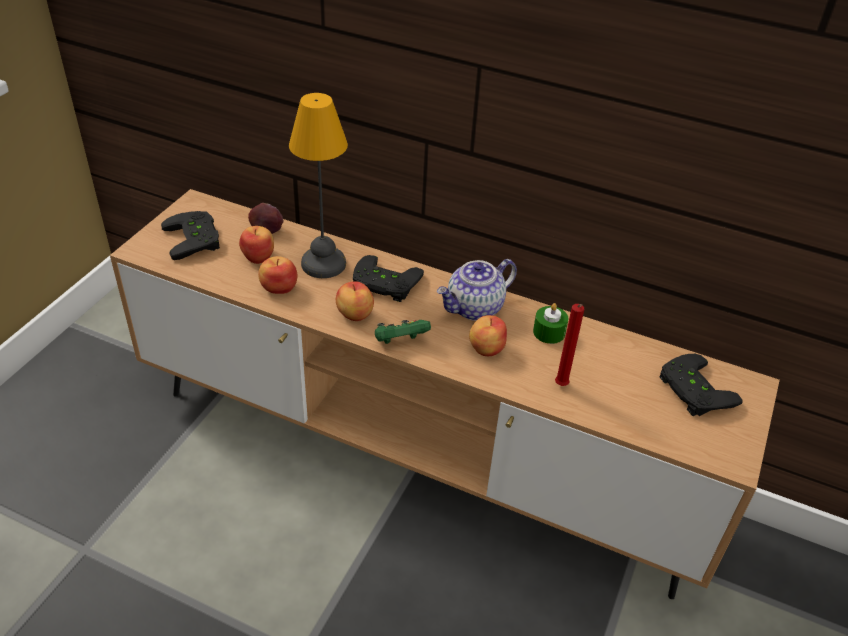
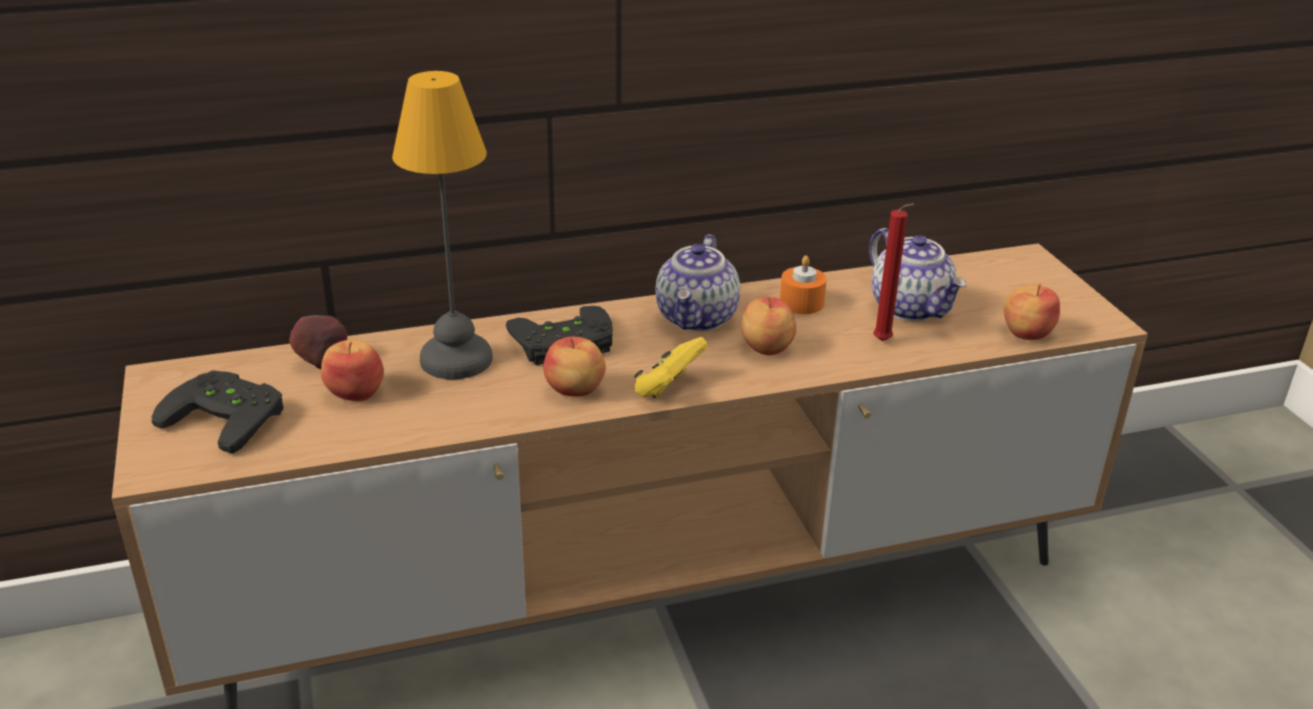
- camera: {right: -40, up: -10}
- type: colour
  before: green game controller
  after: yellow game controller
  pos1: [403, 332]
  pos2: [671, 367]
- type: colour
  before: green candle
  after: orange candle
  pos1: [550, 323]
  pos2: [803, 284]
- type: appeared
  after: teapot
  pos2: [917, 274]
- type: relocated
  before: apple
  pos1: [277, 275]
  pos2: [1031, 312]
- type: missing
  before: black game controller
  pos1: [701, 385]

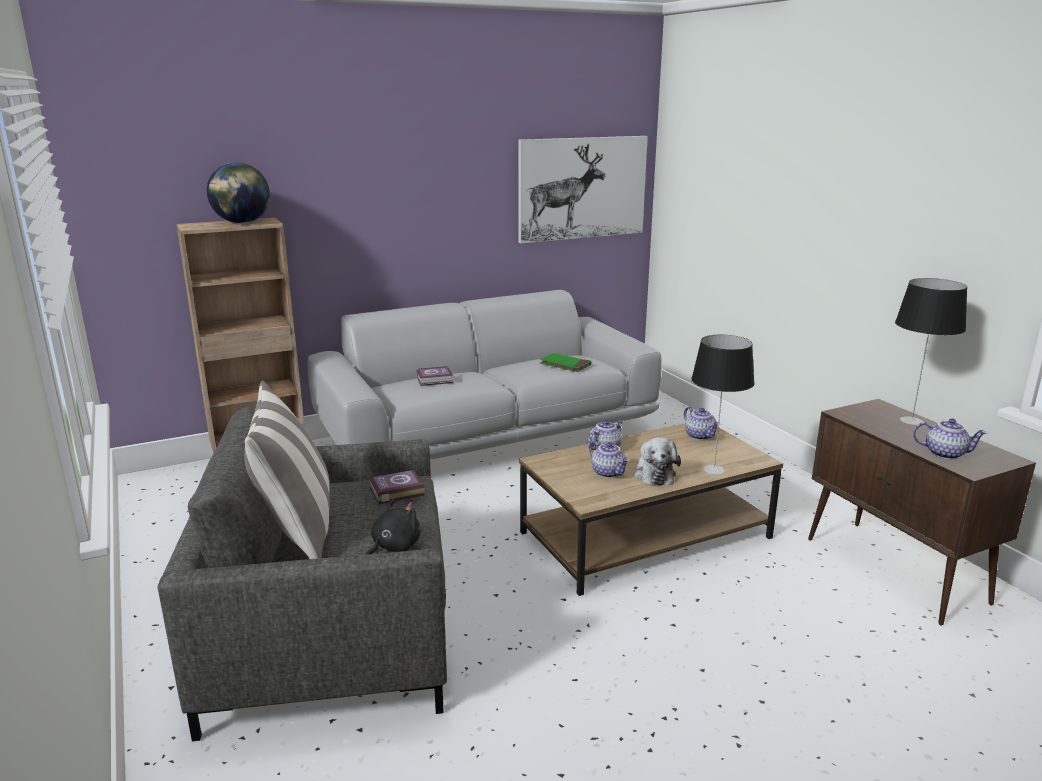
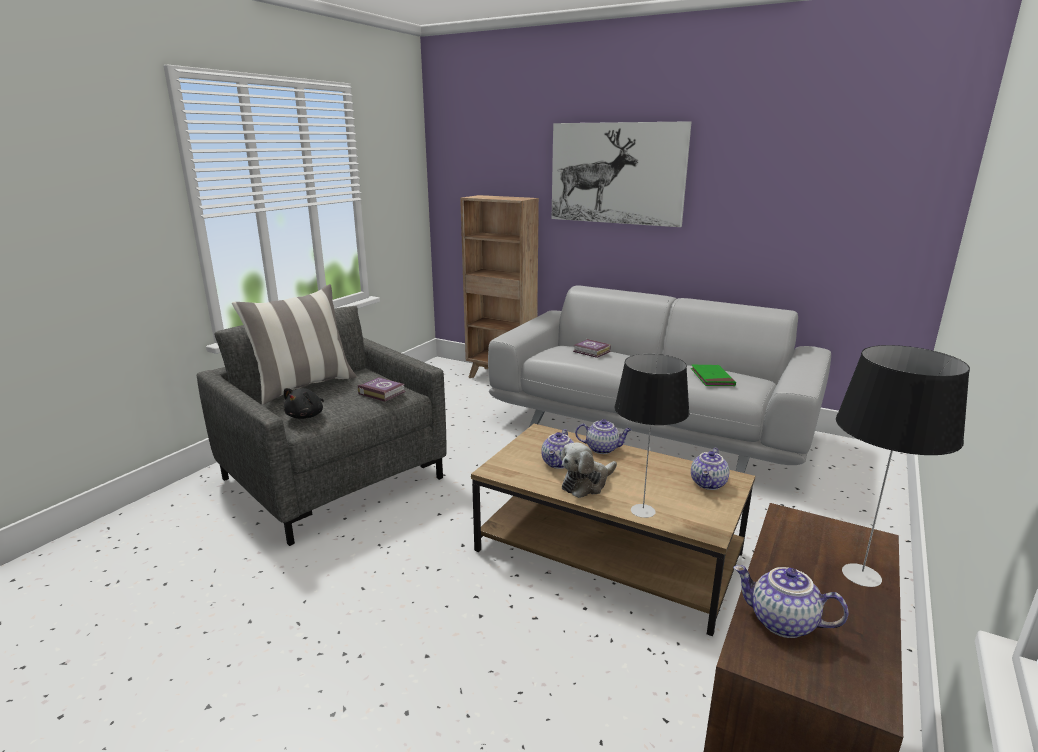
- camera: {right: 55, up: 0}
- type: spun
  before: black plush toy
  pos1: [392, 527]
  pos2: [304, 403]
  turn: 105
- type: relocated
  before: picture
  pos1: [583, 189]
  pos2: [621, 174]
- type: spun
  before: teapot
  pos1: [950, 438]
  pos2: [790, 601]
  turn: 135
- type: missing
  before: globe
  pos1: [238, 192]

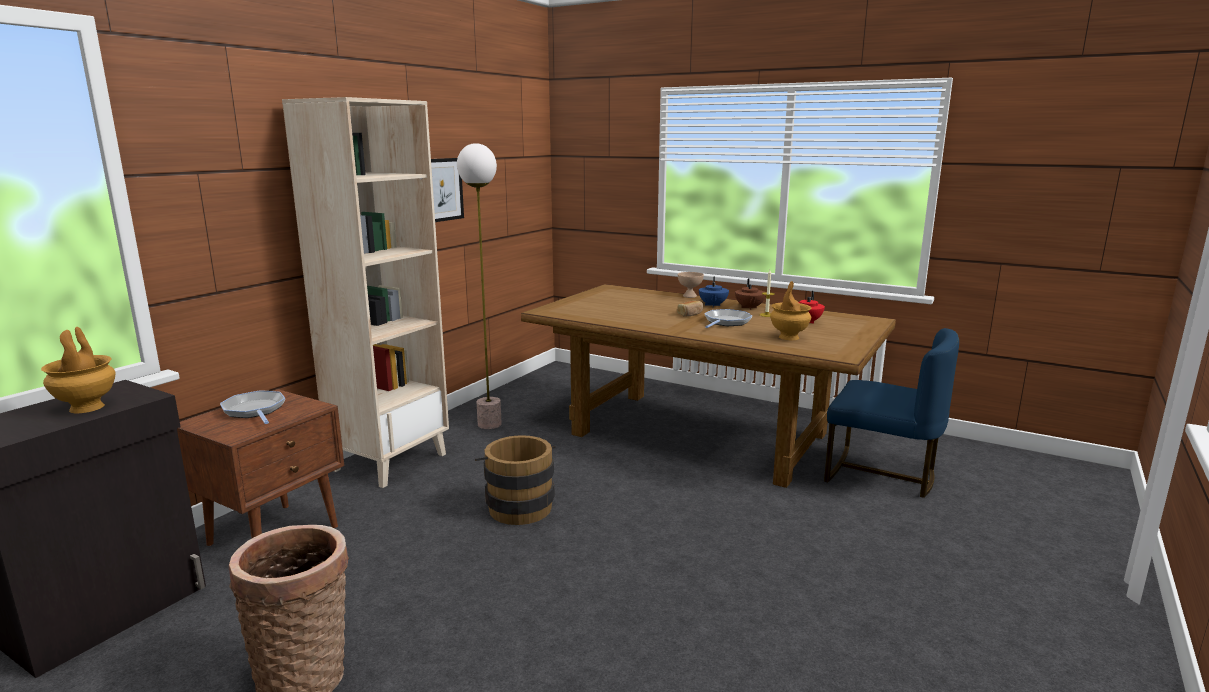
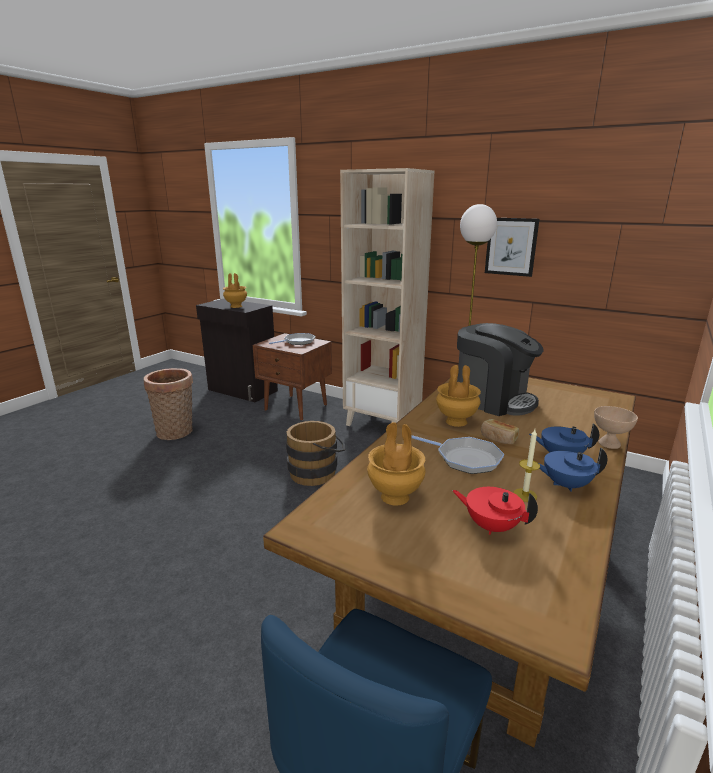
- camera: {right: 90, up: 5}
- type: appeared
  after: brown vase
  pos2: [458, 396]
- type: appeared
  after: coffee machine
  pos2: [500, 369]
- type: colour
  before: brown teapot
  after: blue teapot
  pos1: [750, 294]
  pos2: [573, 469]

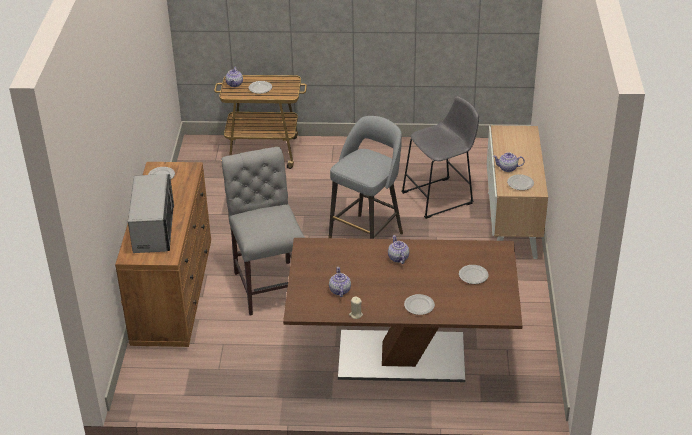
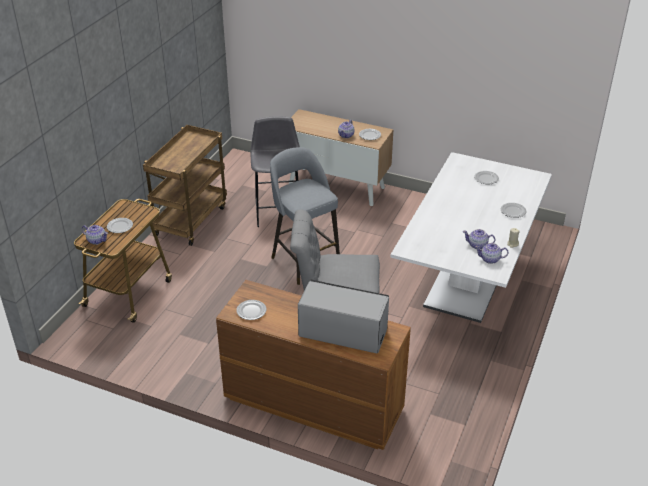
- camera: {right: -70, up: 0}
- type: appeared
  after: brown cart
  pos2: [185, 185]
- type: colour
  before: brown dining table
  after: white dining table
  pos1: [403, 310]
  pos2: [471, 237]
- type: relocated
  before: teapot
  pos1: [398, 249]
  pos2: [492, 253]

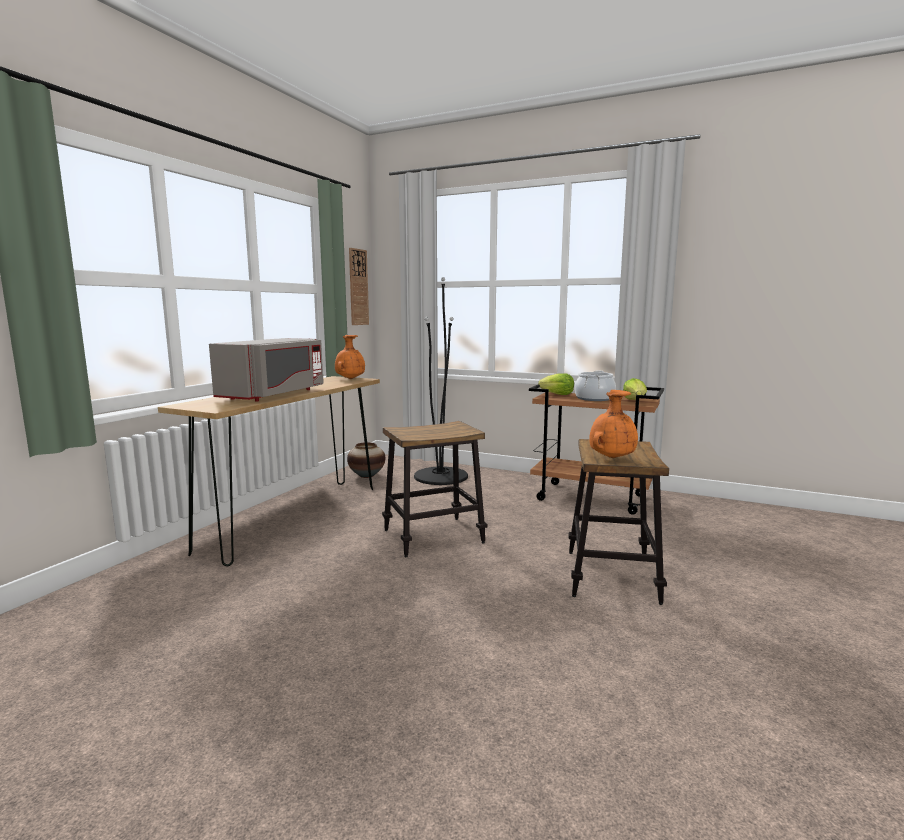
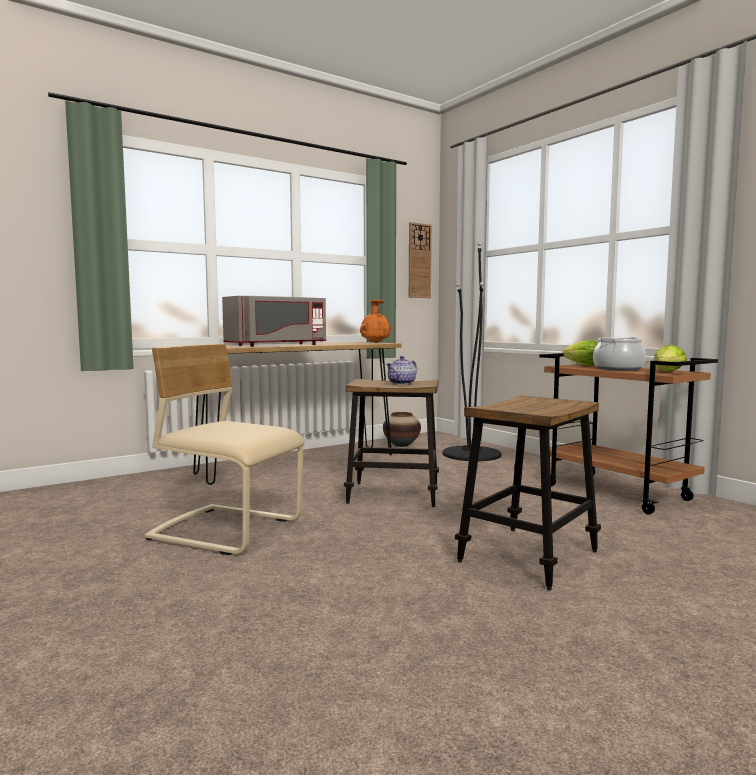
- camera: {right: 30, up: -5}
- type: appeared
  after: beige chair
  pos2: [225, 449]
- type: appeared
  after: teapot
  pos2: [401, 370]
- type: missing
  before: orange vase
  pos1: [613, 424]

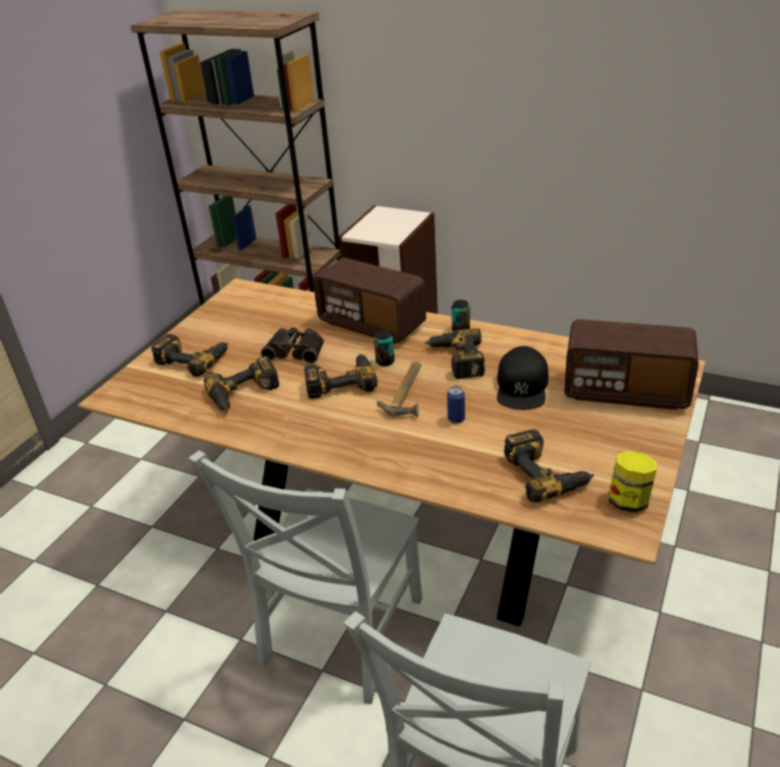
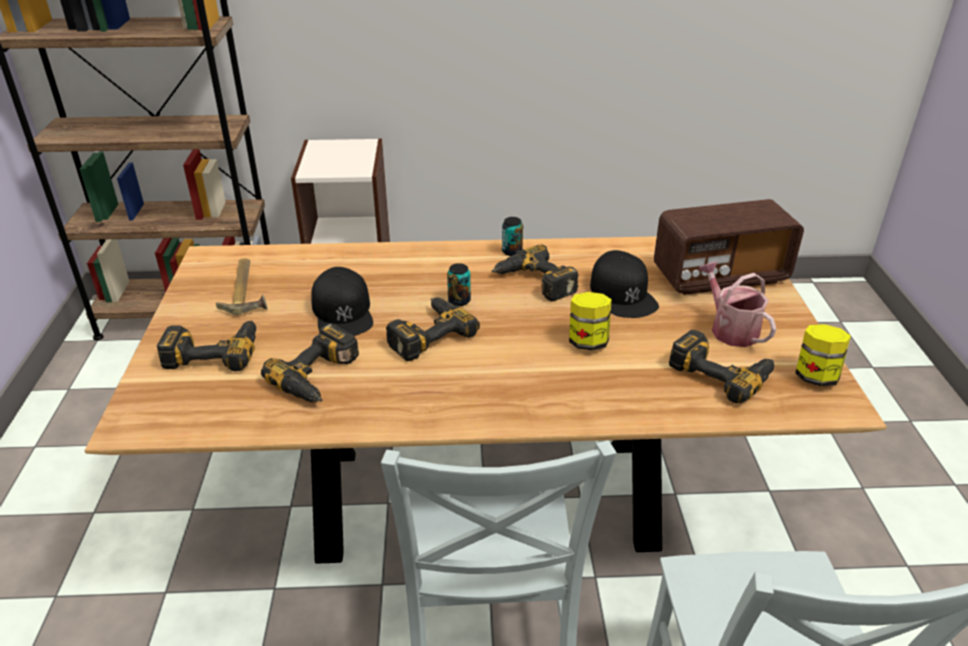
- camera: {right: -30, up: 0}
- type: relocated
  before: hammer
  pos1: [399, 389]
  pos2: [241, 287]
- type: exchanged
  before: binoculars
  after: black cap
  pos1: [292, 346]
  pos2: [342, 301]
- type: exchanged
  before: can
  after: jar
  pos1: [456, 404]
  pos2: [590, 321]
- type: appeared
  after: watering can
  pos2: [737, 304]
- type: missing
  before: radio
  pos1: [369, 301]

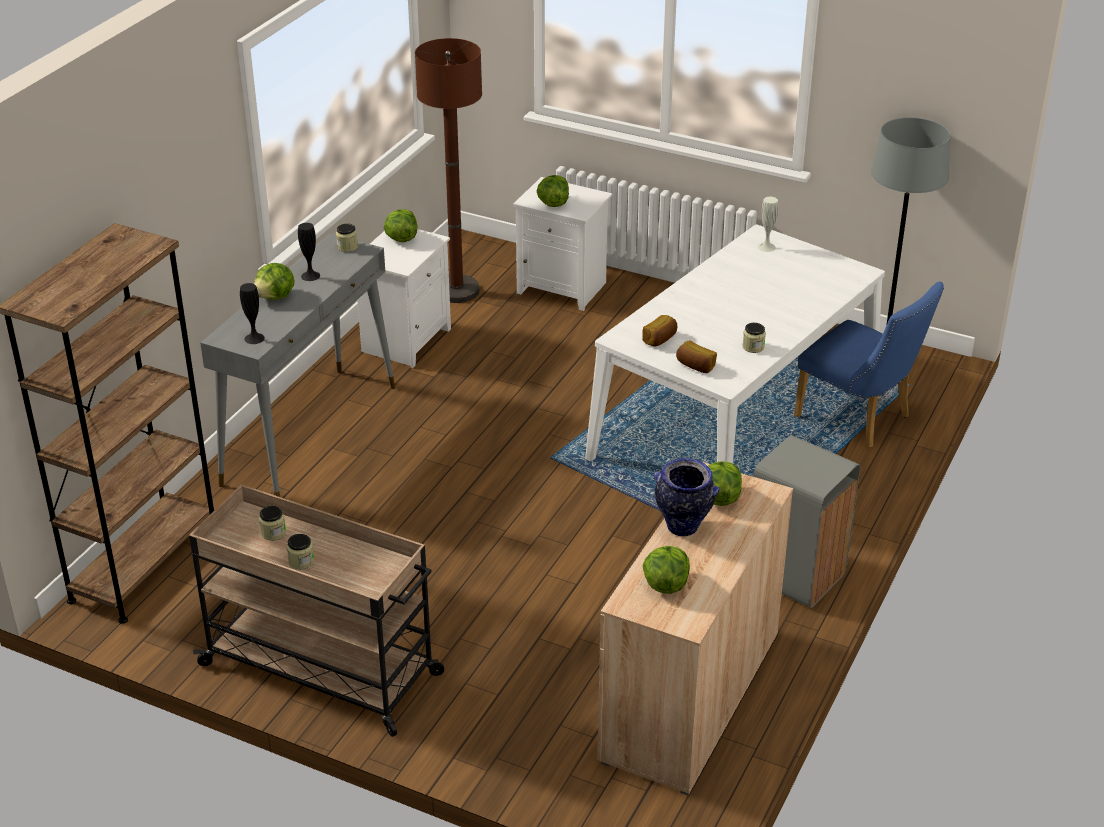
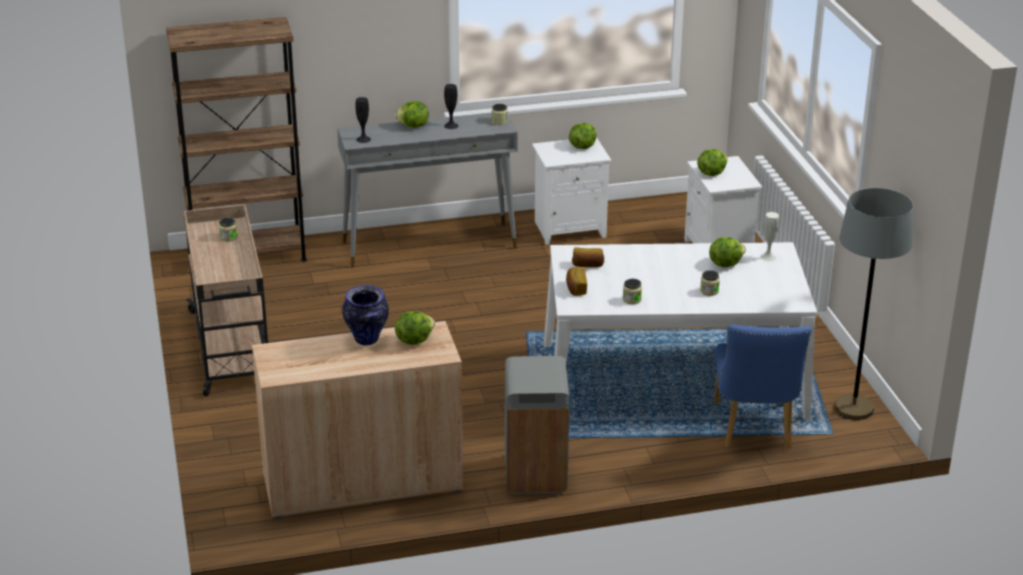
- camera: {right: 50, up: -5}
- type: relocated
  before: jar
  pos1: [300, 552]
  pos2: [710, 283]
- type: relocated
  before: lettuce
  pos1: [666, 570]
  pos2: [727, 252]
- type: missing
  before: brown floor lamp
  pos1: [448, 170]

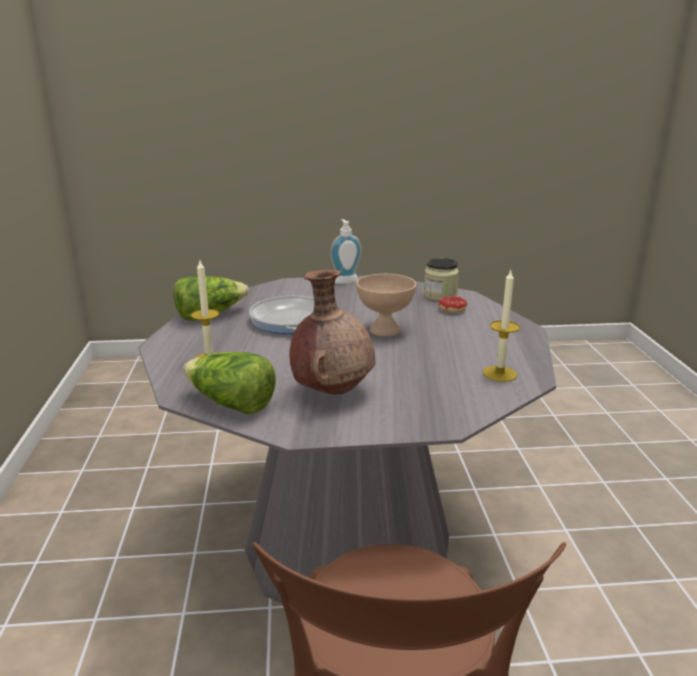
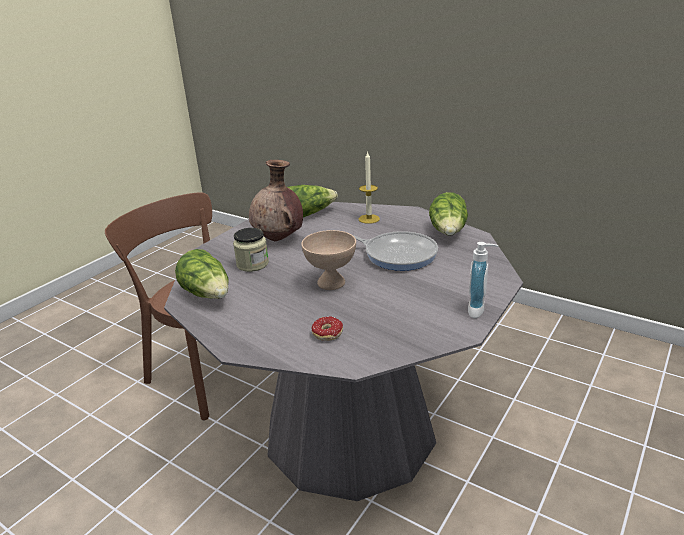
- camera: {right: 130, up: 5}
- type: exchanged
  before: candle
  after: lettuce
  pos1: [501, 326]
  pos2: [202, 274]
- type: relocated
  before: jar
  pos1: [441, 279]
  pos2: [251, 250]

